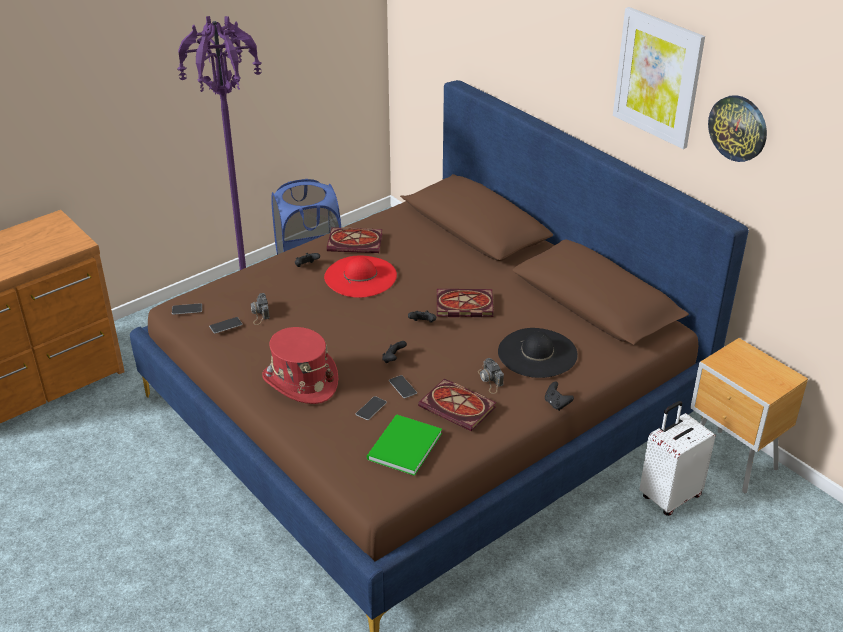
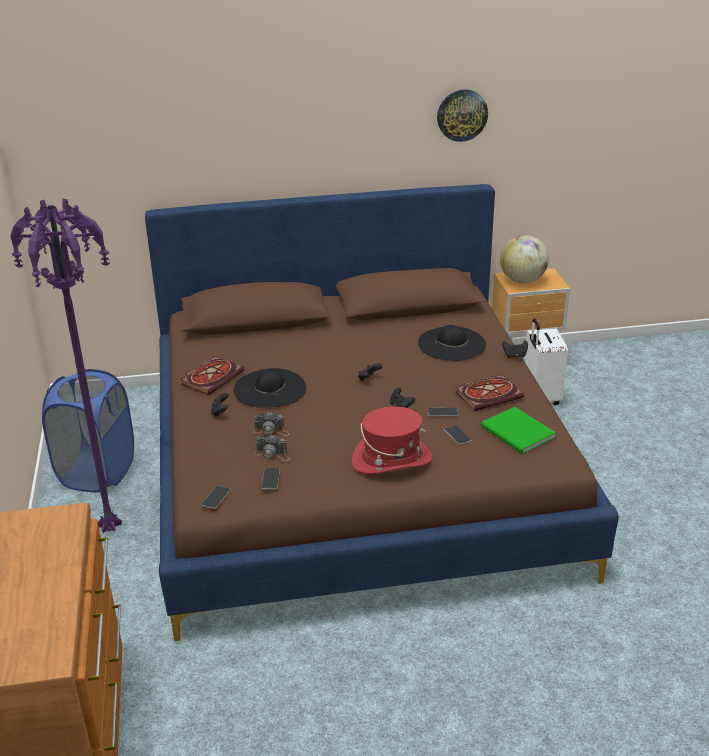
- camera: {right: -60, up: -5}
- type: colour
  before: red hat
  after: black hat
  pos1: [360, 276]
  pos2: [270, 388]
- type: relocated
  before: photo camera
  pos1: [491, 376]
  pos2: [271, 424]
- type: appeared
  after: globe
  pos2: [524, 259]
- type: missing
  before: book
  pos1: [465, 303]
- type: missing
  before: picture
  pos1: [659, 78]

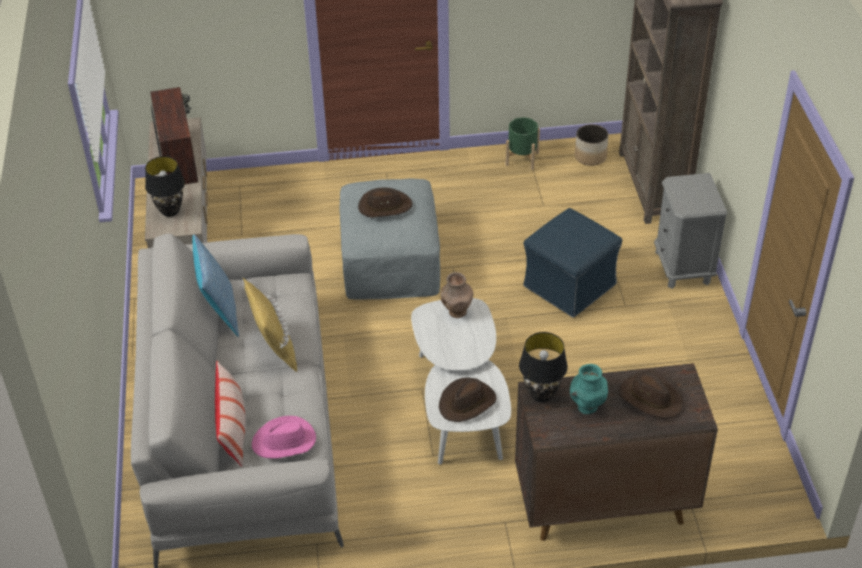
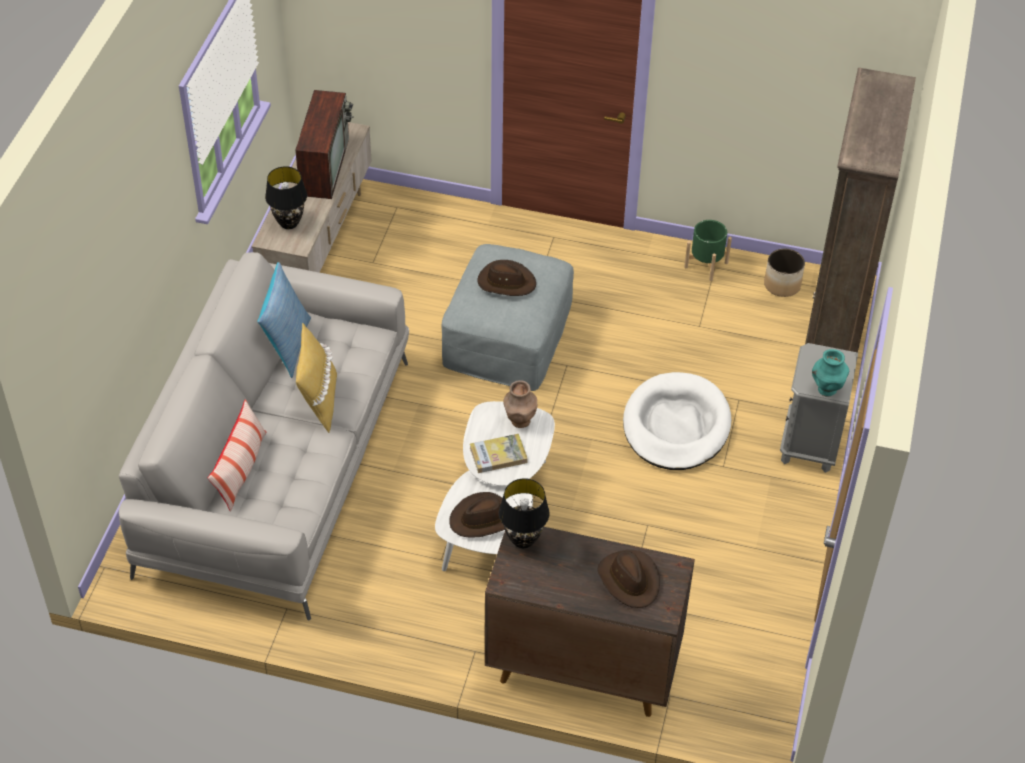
- camera: {right: 20, up: 5}
- type: appeared
  after: book
  pos2: [499, 453]
- type: exchanged
  before: blue ottoman
  after: white dog bed
  pos1: [572, 263]
  pos2: [677, 421]
- type: relocated
  before: turquoise vase
  pos1: [589, 389]
  pos2: [830, 373]
- type: missing
  before: pink hat
  pos1: [284, 437]

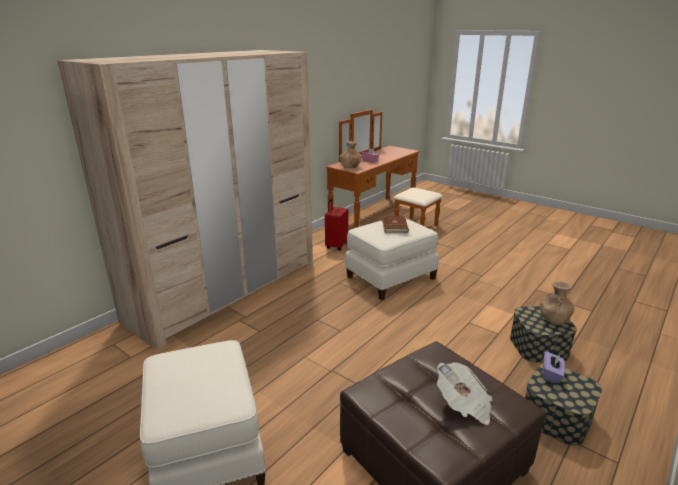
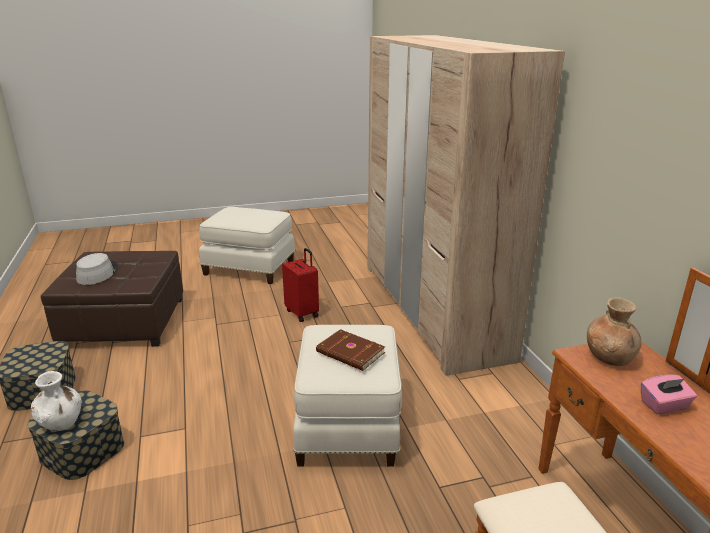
- camera: {right: 125, up: 0}
- type: colour
  before: brown vase
  after: white vase
  pos1: [557, 303]
  pos2: [56, 401]
- type: exchanged
  before: newspaper
  after: grey hat
  pos1: [464, 393]
  pos2: [97, 269]
- type: relocated
  before: red suitcase
  pos1: [336, 224]
  pos2: [300, 285]
- type: missing
  before: purple tissue box
  pos1: [554, 367]

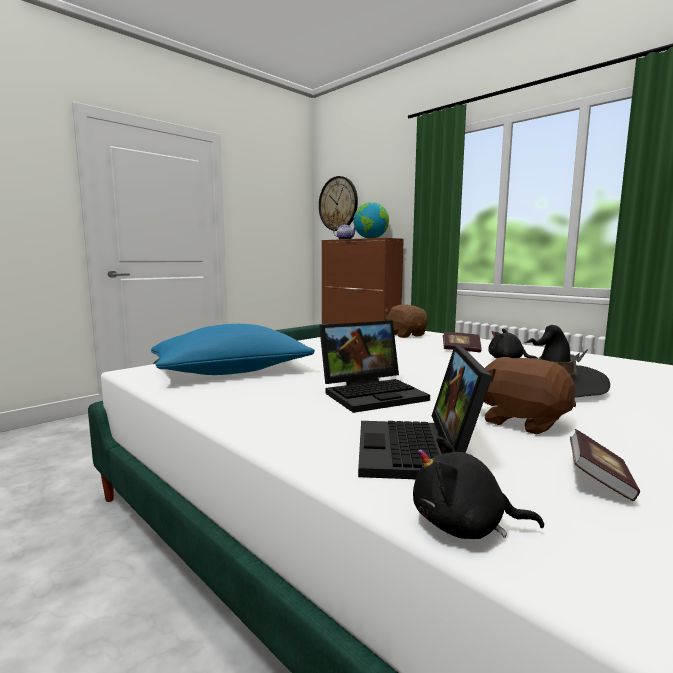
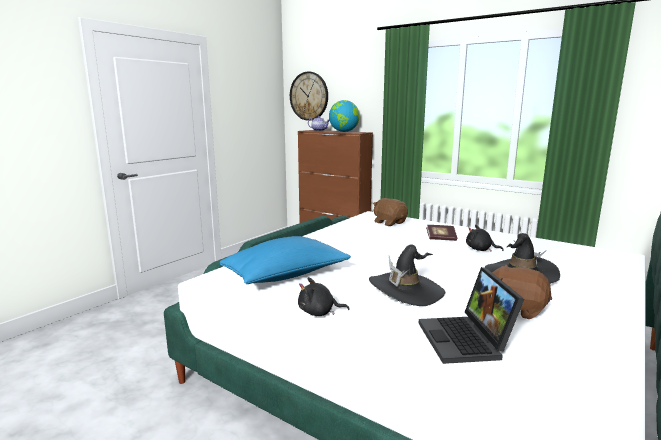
- camera: {right: -10, up: 5}
- type: relocated
  before: black plush toy
  pos1: [478, 487]
  pos2: [324, 296]
- type: exchanged
  before: laptop
  after: black hat
  pos1: [374, 366]
  pos2: [407, 275]
- type: missing
  before: book
  pos1: [605, 465]

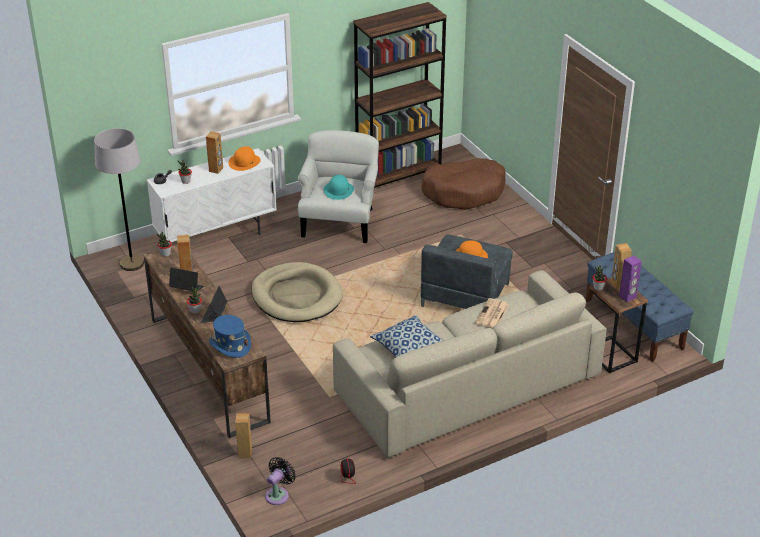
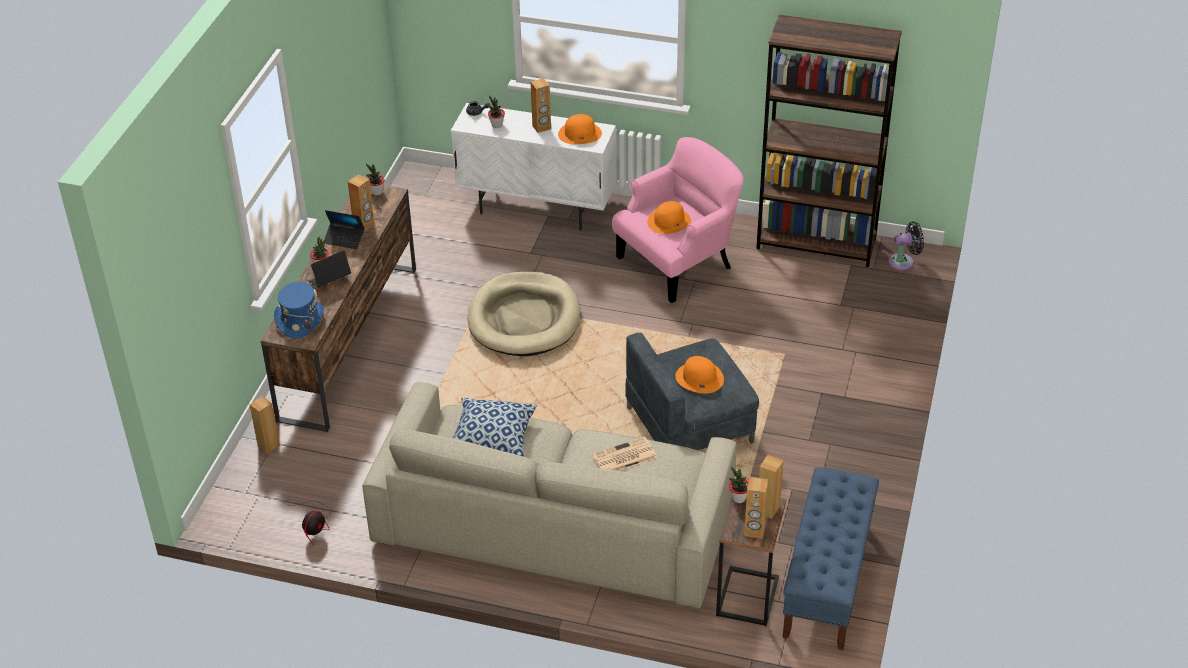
- camera: {right: 45, up: 5}
- type: spun
  before: laptop
  pos1: [186, 279]
  pos2: [344, 229]
  turn: 135
- type: colour
  before: white armchair
  after: pink armchair
  pos1: [338, 186]
  pos2: [678, 220]
- type: colour
  before: turquoise hat
  after: orange hat
  pos1: [339, 187]
  pos2: [669, 217]
- type: colour
  before: purple speaker
  after: brown speaker
  pos1: [630, 278]
  pos2: [756, 507]
- type: relocated
  before: black fan
  pos1: [280, 481]
  pos2: [906, 246]
- type: missing
  before: grey floor lamp
  pos1: [119, 199]
- type: missing
  before: brown dog bed
  pos1: [463, 184]

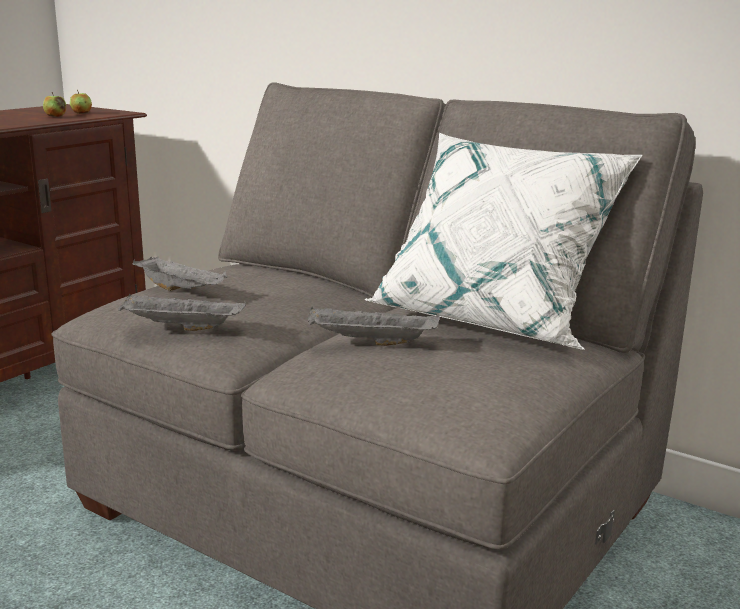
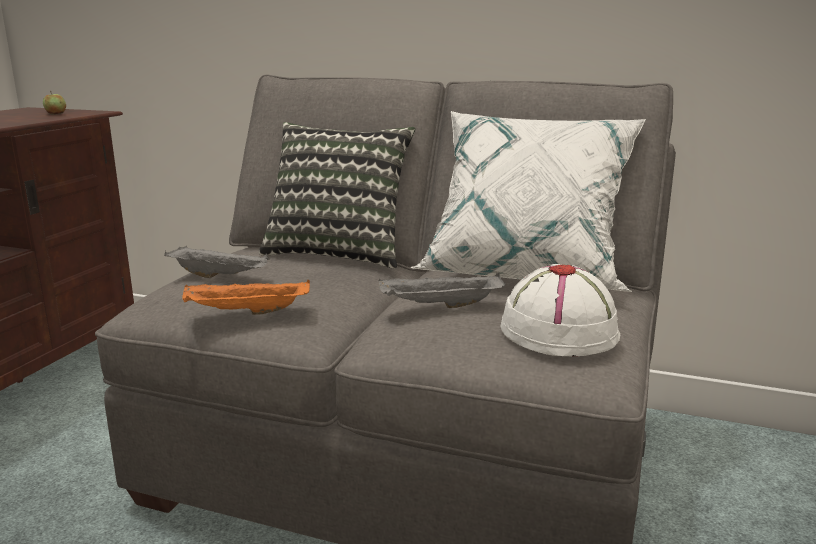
- camera: {right: -15, up: 0}
- type: colour
  before: grey tray
  after: orange tray
  pos1: [182, 312]
  pos2: [246, 297]
- type: appeared
  after: pillow
  pos2: [337, 195]
- type: appeared
  after: white hat
  pos2: [560, 310]
- type: missing
  before: apple
  pos1: [54, 104]

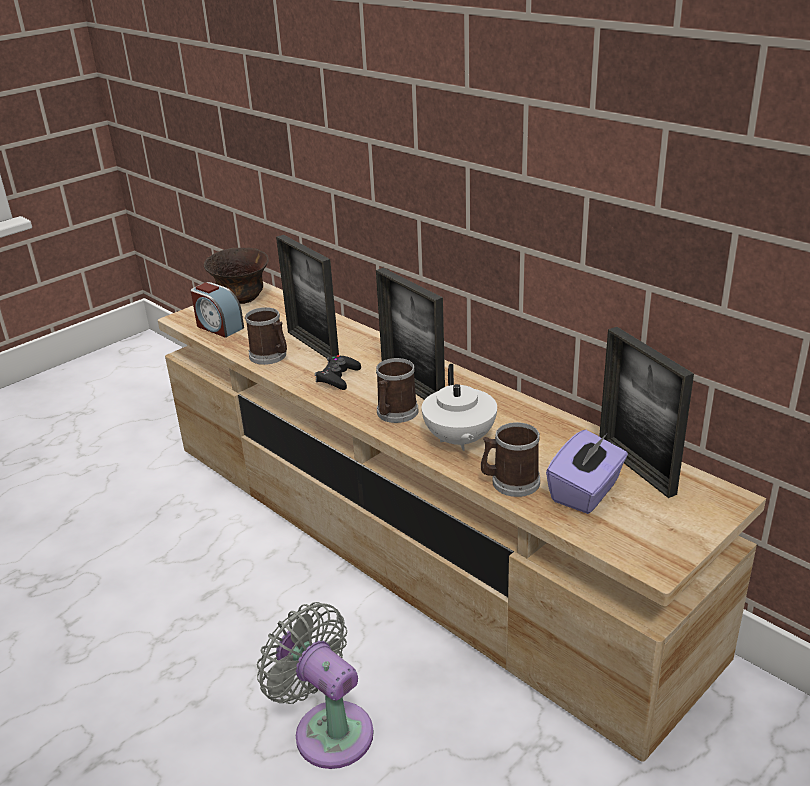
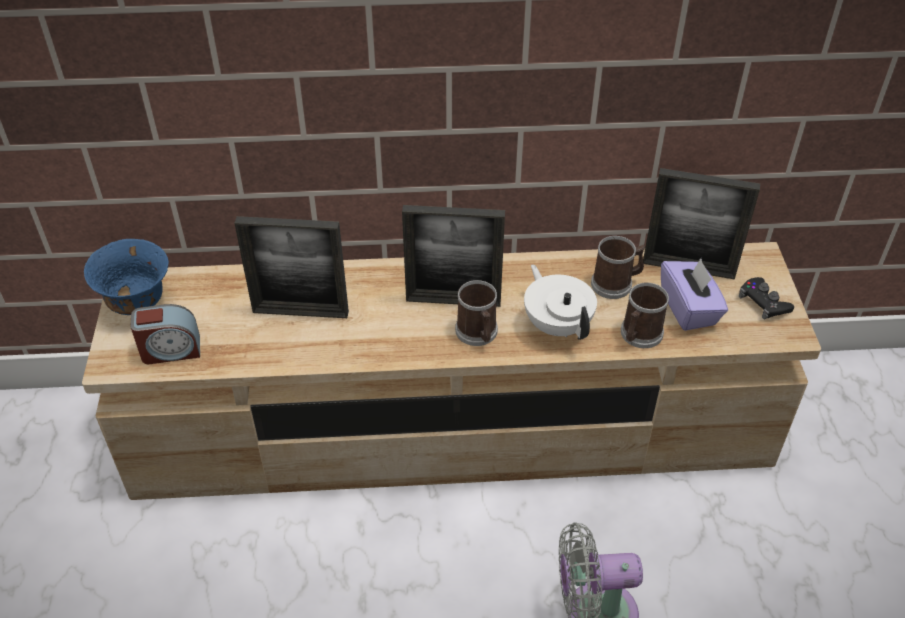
- camera: {right: -50, up: 15}
- type: colour
  before: brown bowl
  after: blue bowl
  pos1: [236, 276]
  pos2: [126, 277]
- type: spun
  before: white teapot
  pos1: [459, 407]
  pos2: [560, 302]
  turn: -150
- type: relocated
  before: mug
  pos1: [266, 336]
  pos2: [618, 267]
- type: relocated
  before: black game controller
  pos1: [338, 372]
  pos2: [766, 298]

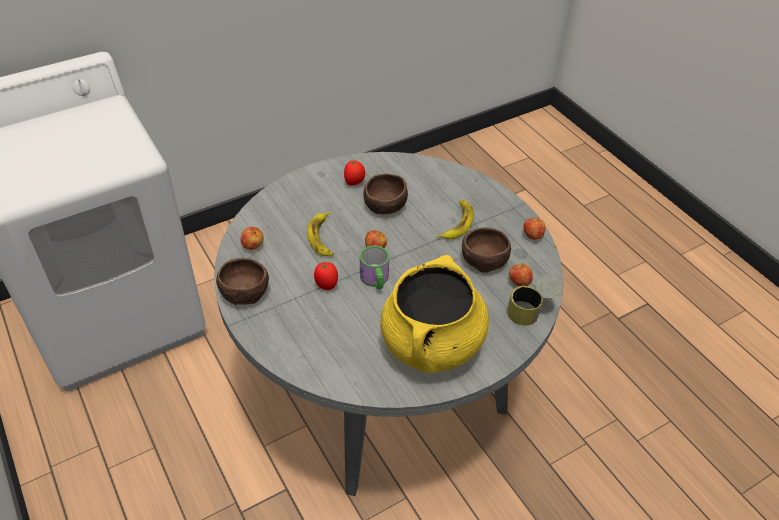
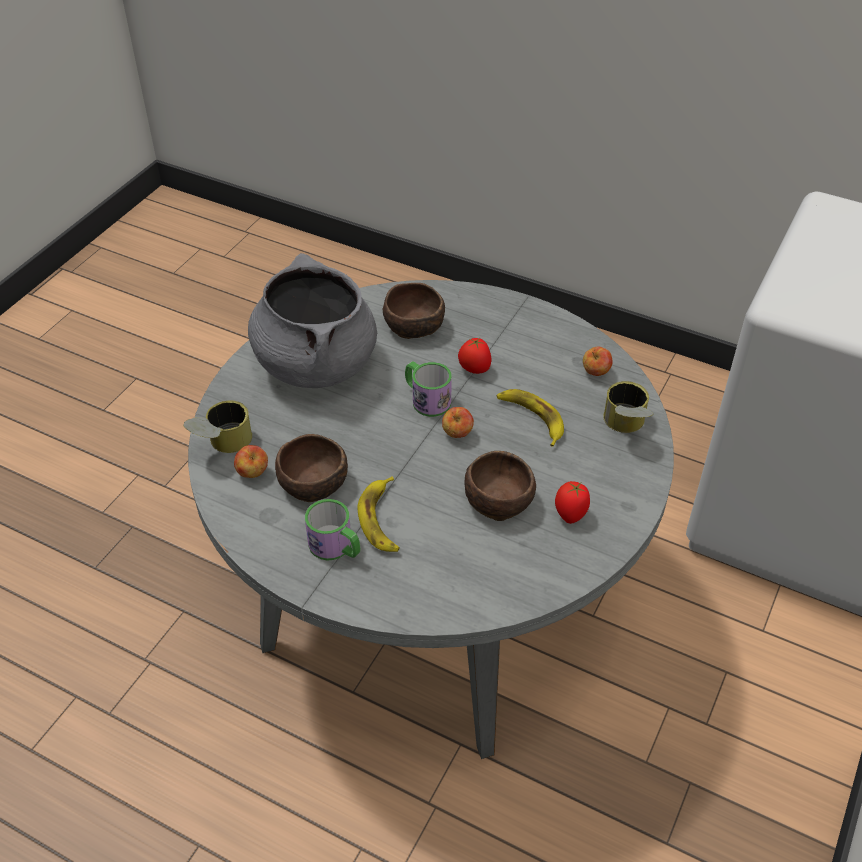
- camera: {right: 150, up: 0}
- type: colour
  before: yellow cooking pot
  after: grey cooking pot
  pos1: [434, 314]
  pos2: [312, 320]
- type: appeared
  after: mug
  pos2: [333, 529]
- type: relocated
  before: brown bowl
  pos1: [242, 281]
  pos2: [413, 311]
- type: appeared
  after: can
  pos2: [628, 407]
- type: missing
  before: apple
  pos1: [534, 228]

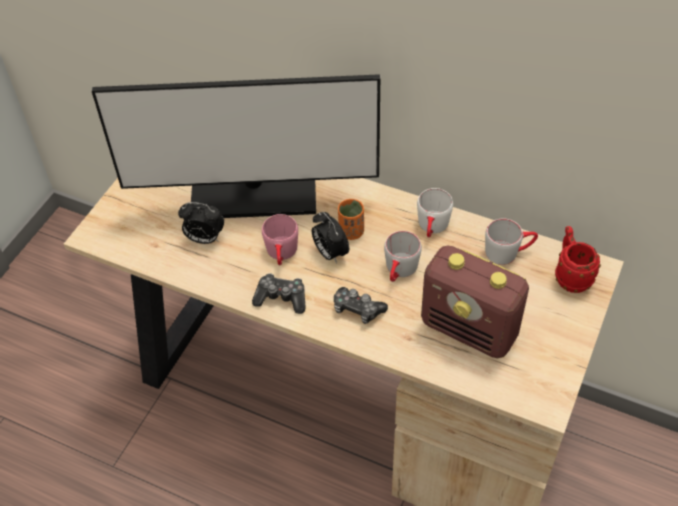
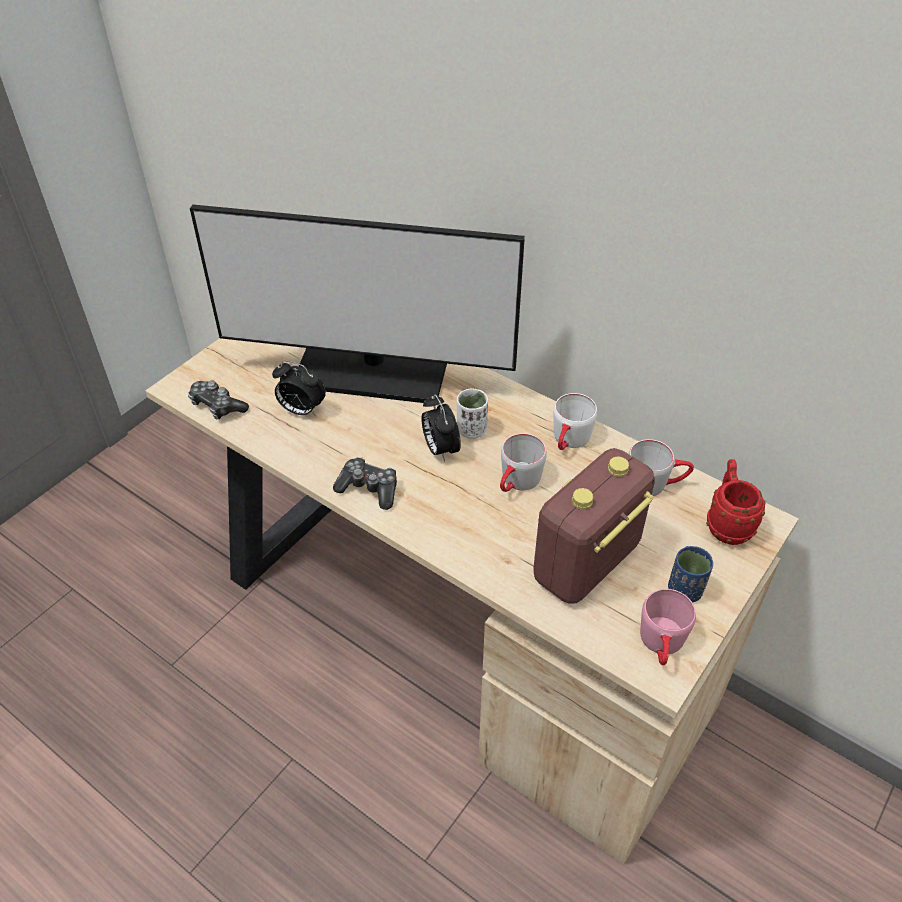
- camera: {right: 10, up: -5}
- type: relocated
  before: game controller
  pos1: [361, 305]
  pos2: [218, 399]
- type: colour
  before: orange cup
  after: white cup
  pos1: [351, 219]
  pos2: [472, 414]
- type: spun
  before: radio
  pos1: [475, 302]
  pos2: [594, 526]
  turn: 90
- type: relocated
  before: pink mug
  pos1: [280, 239]
  pos2: [668, 627]
- type: appeared
  after: blue cup
  pos2: [690, 574]

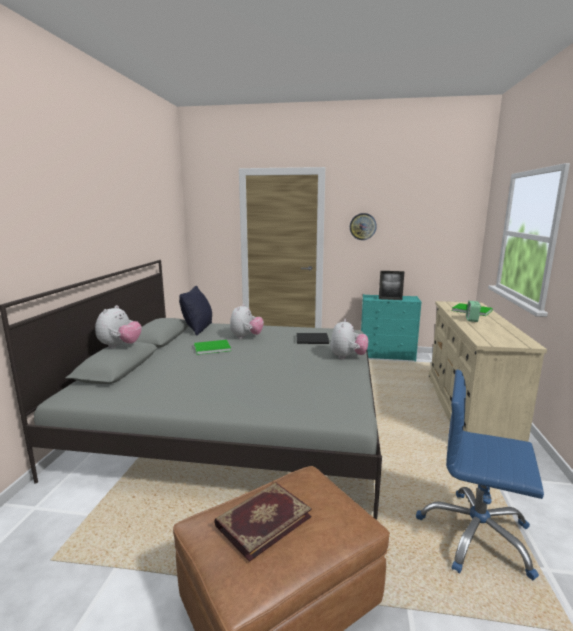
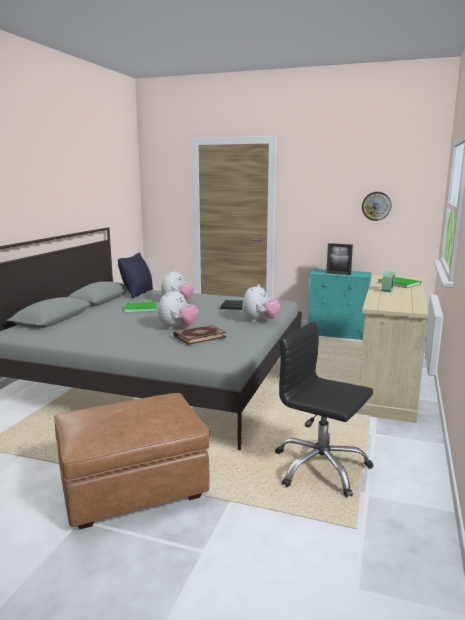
- camera: {right: 10, up: 0}
- type: relocated
  before: plush toy
  pos1: [118, 326]
  pos2: [178, 309]
- type: relocated
  before: book
  pos1: [263, 522]
  pos2: [200, 335]
- type: colour
  before: blue office chair
  after: black office chair
  pos1: [480, 475]
  pos2: [324, 409]
- type: relocated
  before: wall clock
  pos1: [363, 226]
  pos2: [377, 206]

